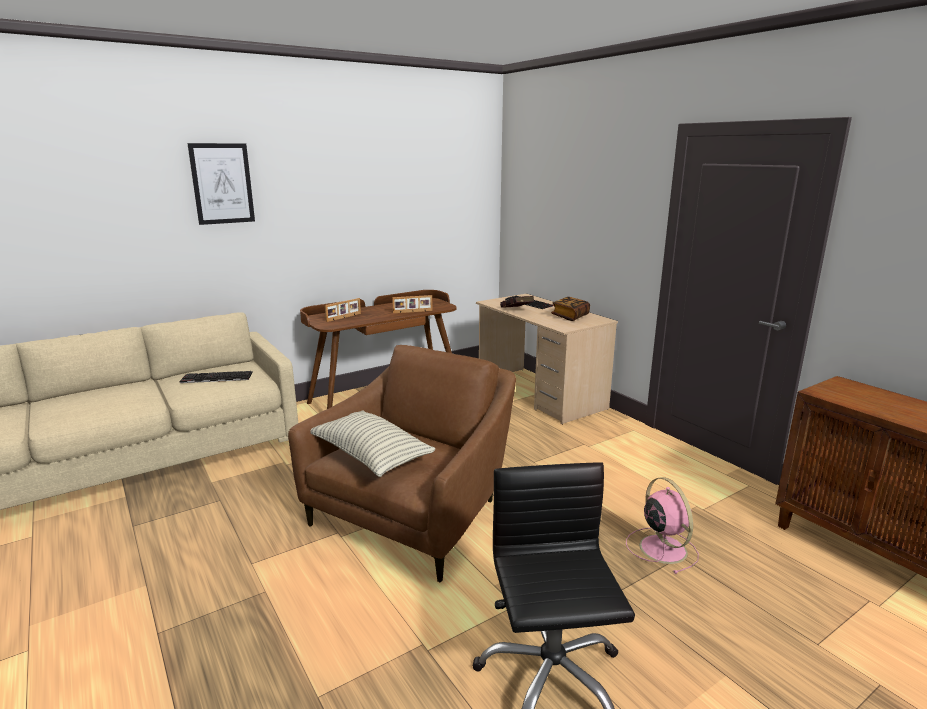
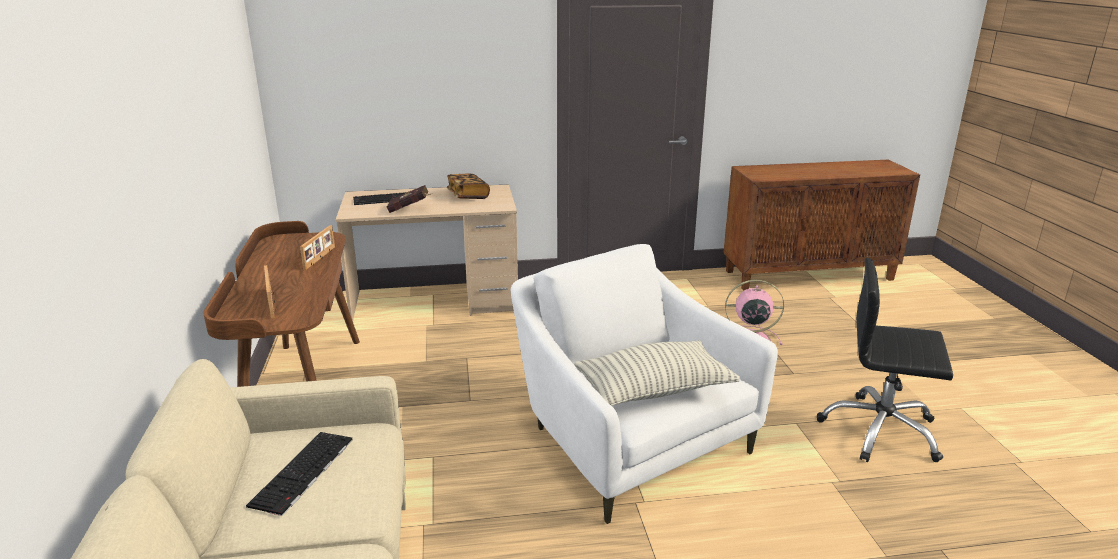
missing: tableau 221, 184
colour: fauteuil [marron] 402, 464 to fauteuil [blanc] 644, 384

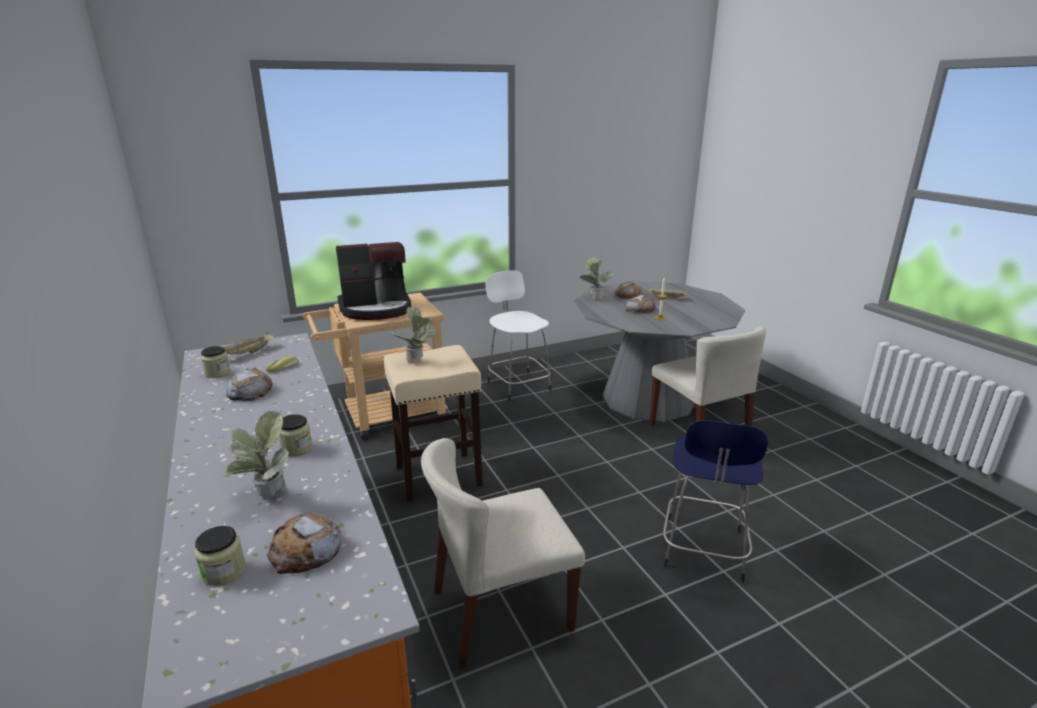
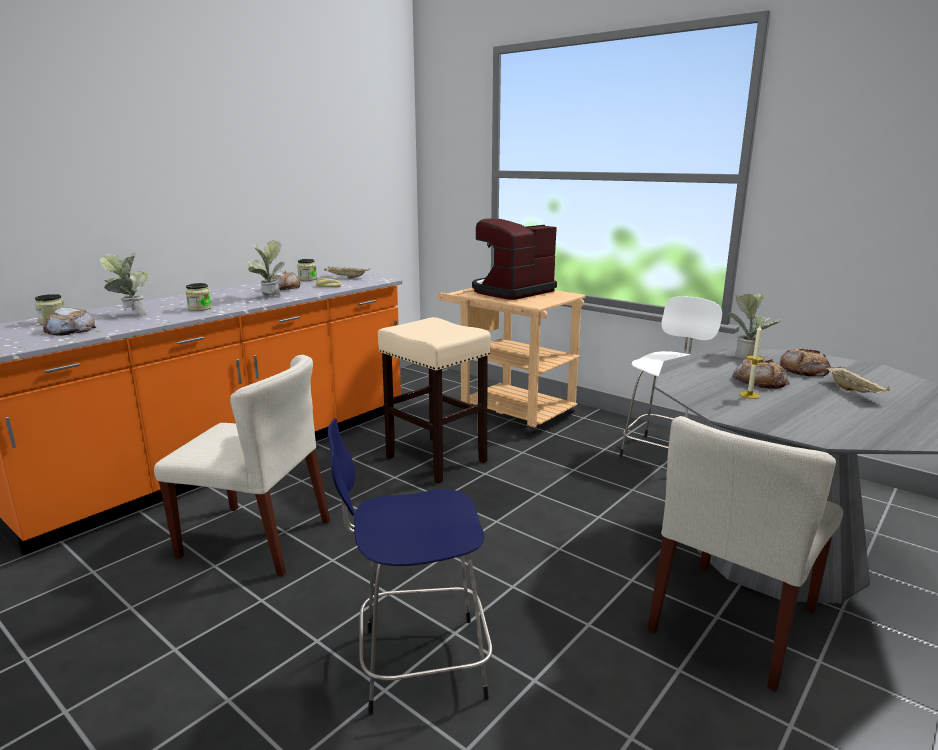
relocated: plante en pot 414, 334 to 266, 268
spun: machine à café 373, 281 = 514, 259 90 degrees clockwise; chaise [beige] 503, 553 = 242, 466 150 degrees clockwise

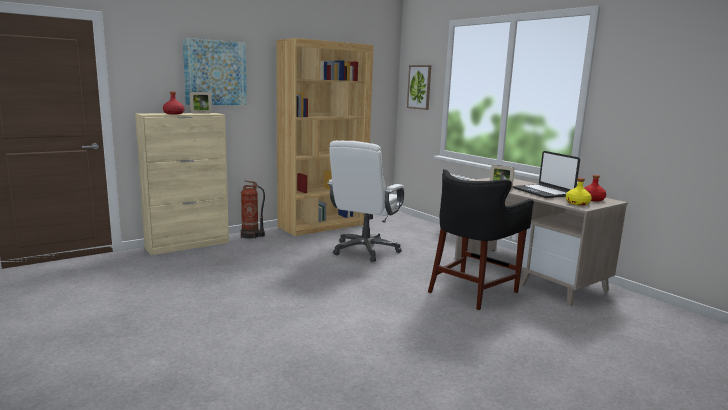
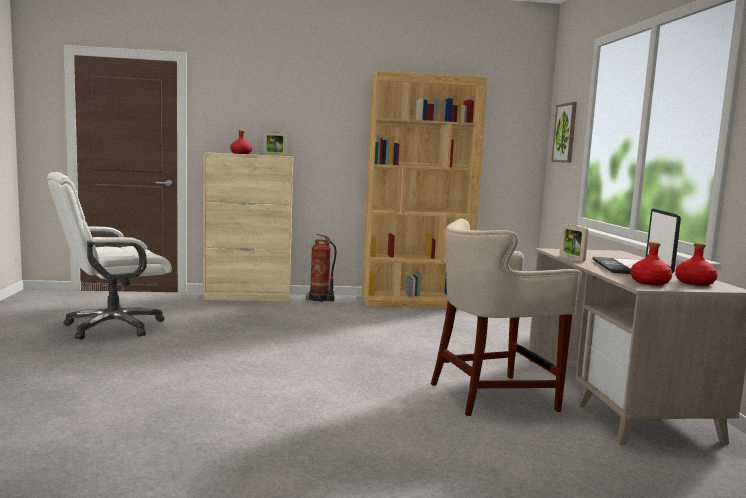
missing: tableau 214, 71
relocated: chaise de bureau [blanc] 366, 201 to 109, 256
colour: tabouret [noir] 481, 239 to tabouret [beige] 506, 317; bouteille [jaune] 579, 191 to bouteille [rouge] 651, 264

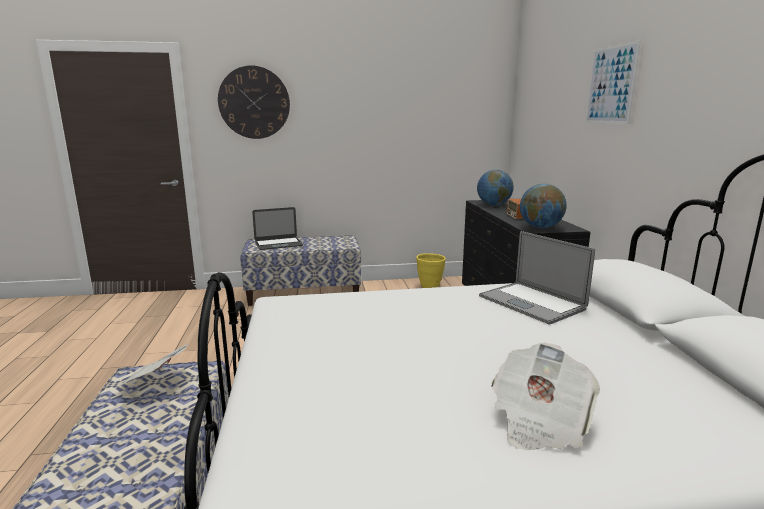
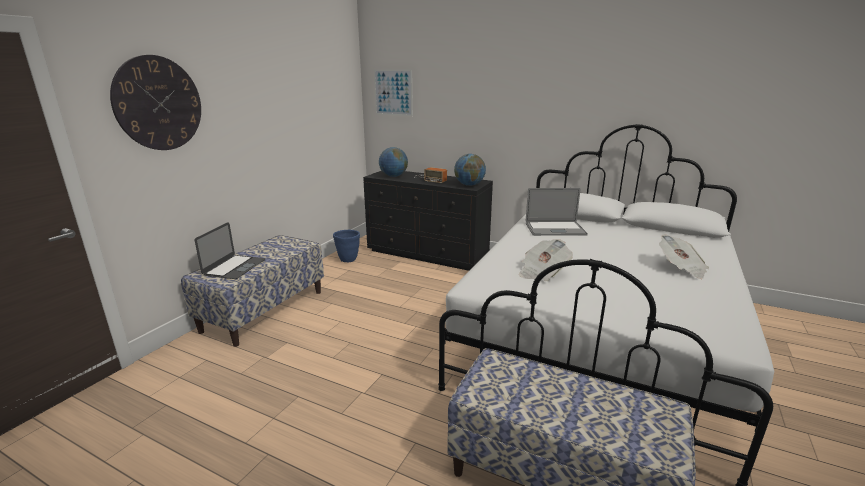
relocated: journal 152, 365 to 546, 260; tableau 613, 82 to 393, 92
colour: cache-pot [jaune] 431, 270 to cache-pot [bleu] 346, 246

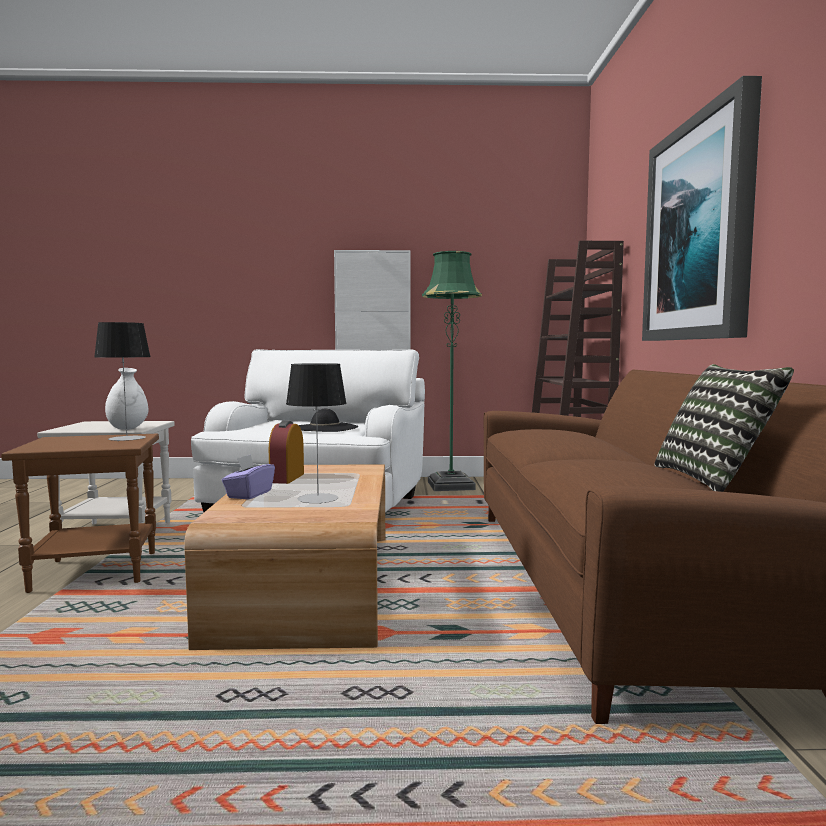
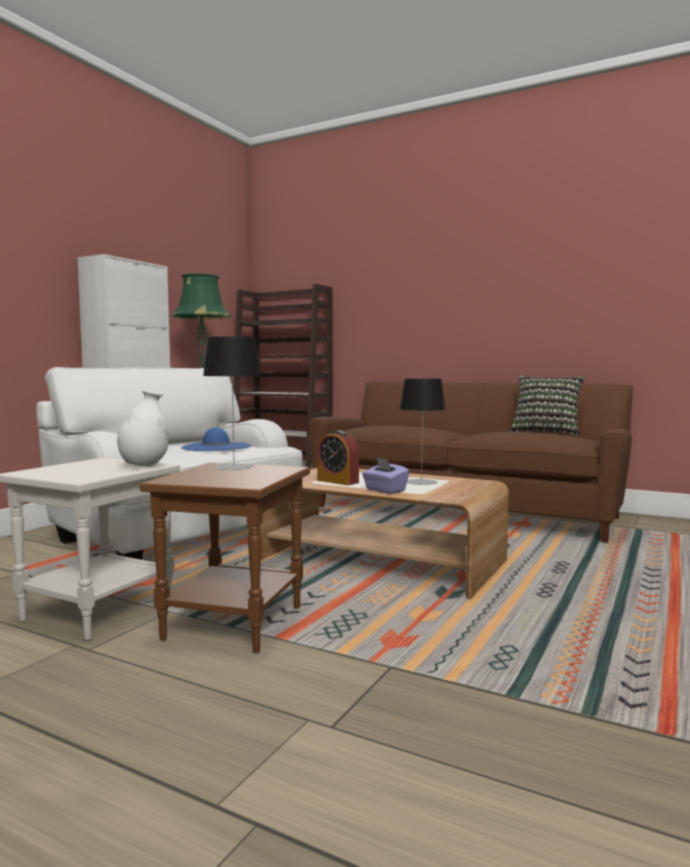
missing: tableau 702, 208
colour: chapeau [noir] 329, 420 to chapeau [bleu] 216, 439

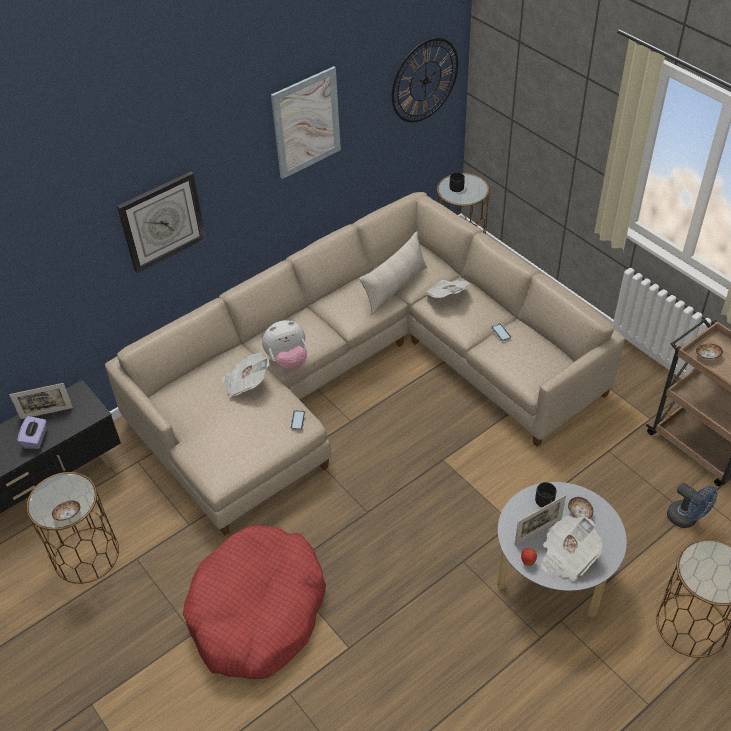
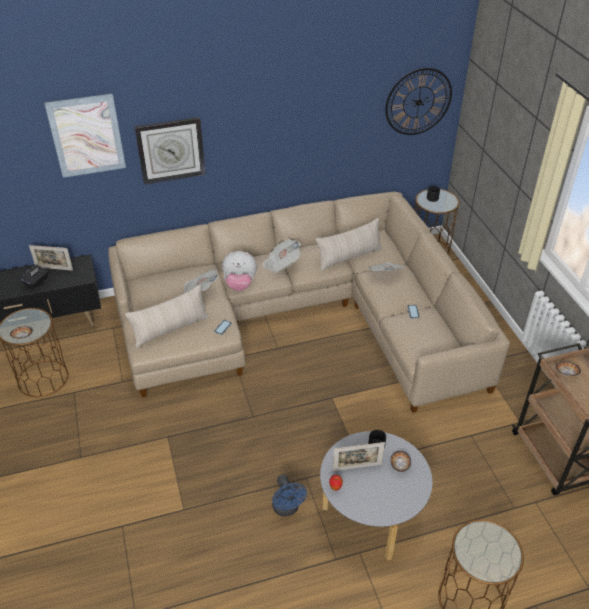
missing: panier pour chien [rouge] 254, 602
appeared: coussin [beige] 167, 316
relocated: tableau 306, 122 to 85, 136; journal 572, 548 to 281, 256; ventilateur [bleu] 692, 505 to 289, 495
colour: boîte à mouchoirs [violet] 32, 432 to boîte à mouchoirs [noir] 34, 277

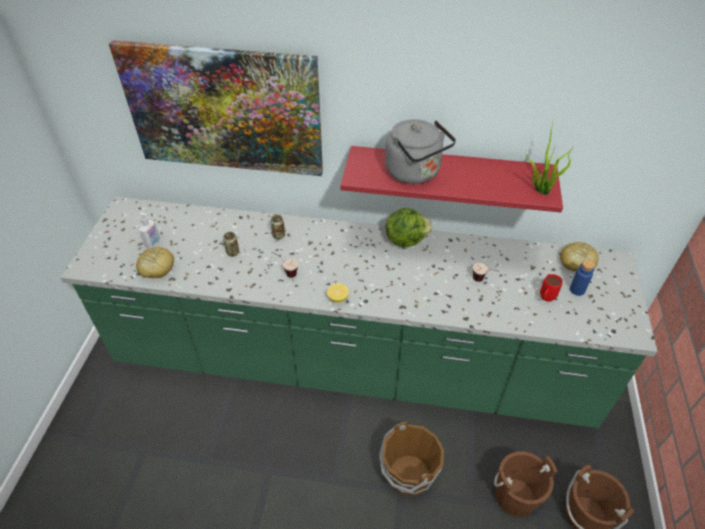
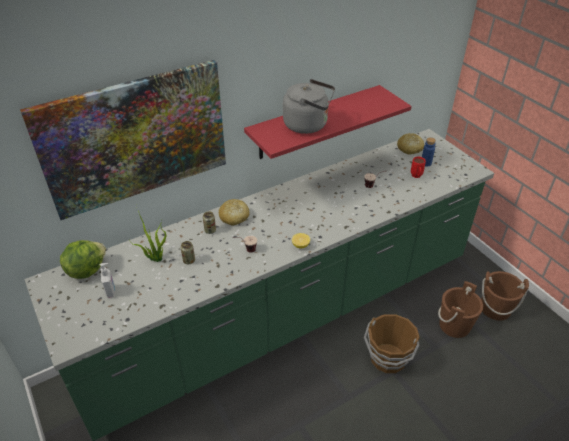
relocated: pain 155, 262 to 234, 212; laitue 409, 227 to 83, 259; plante en pot 549, 156 to 148, 236

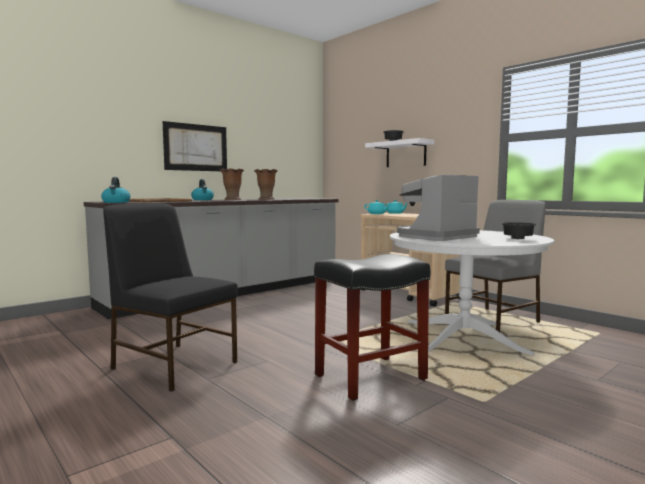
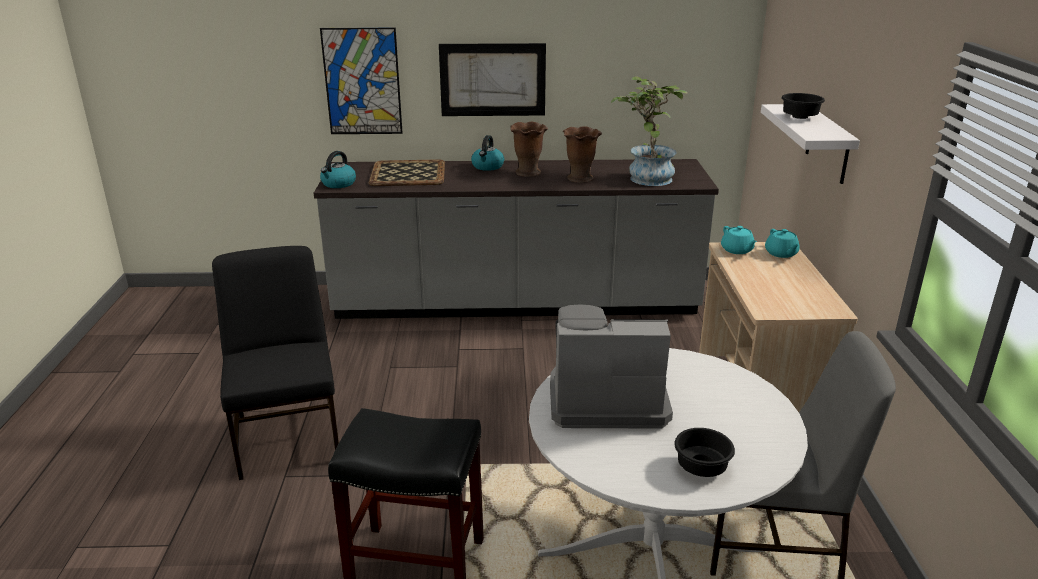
appeared: tableau 361, 81; plante en pot 649, 131

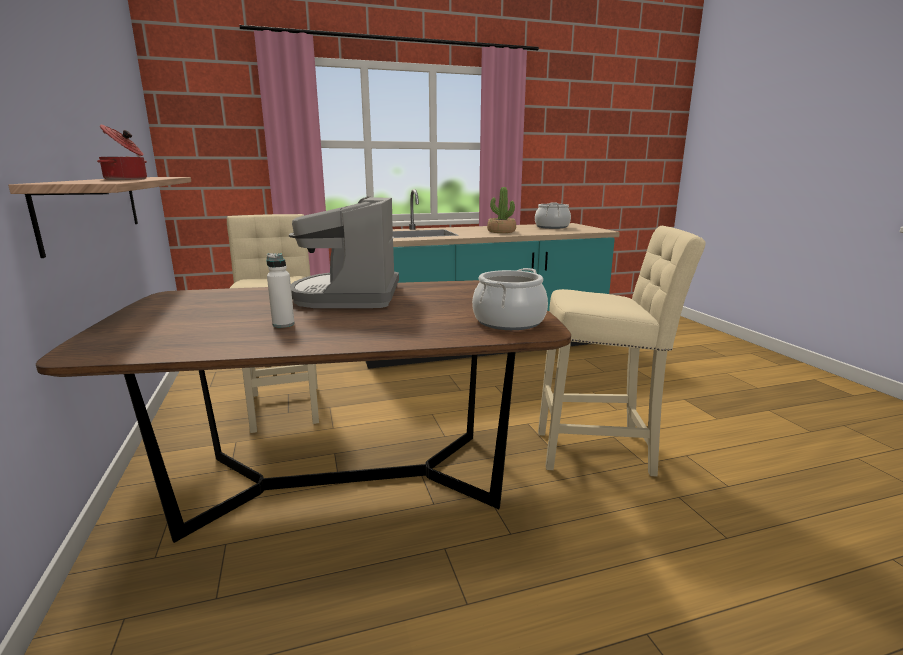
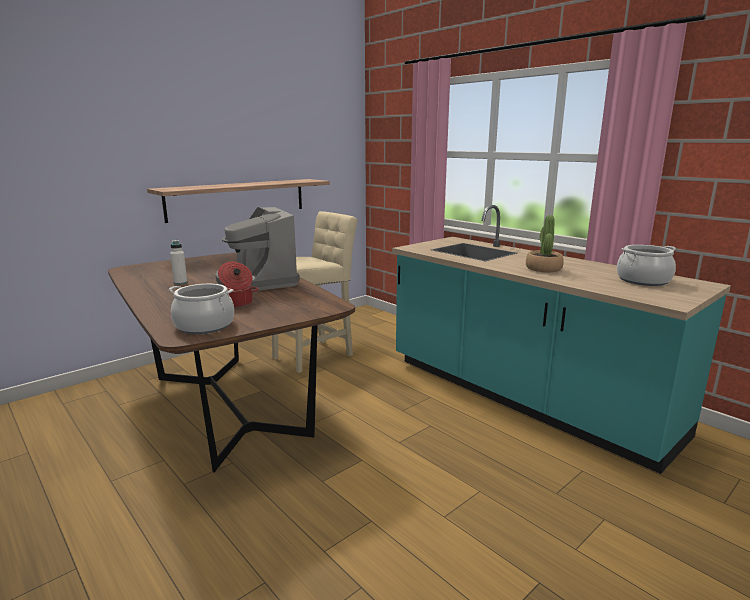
missing: tabouret [beige] 622, 351
relocated: marmite 122, 152 to 238, 285
spun: machine à café 344, 252 = 258, 249 90 degrees counterclockwise

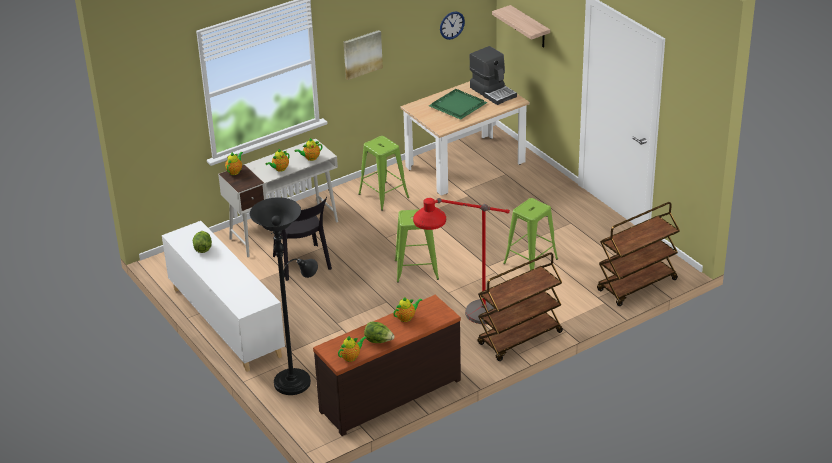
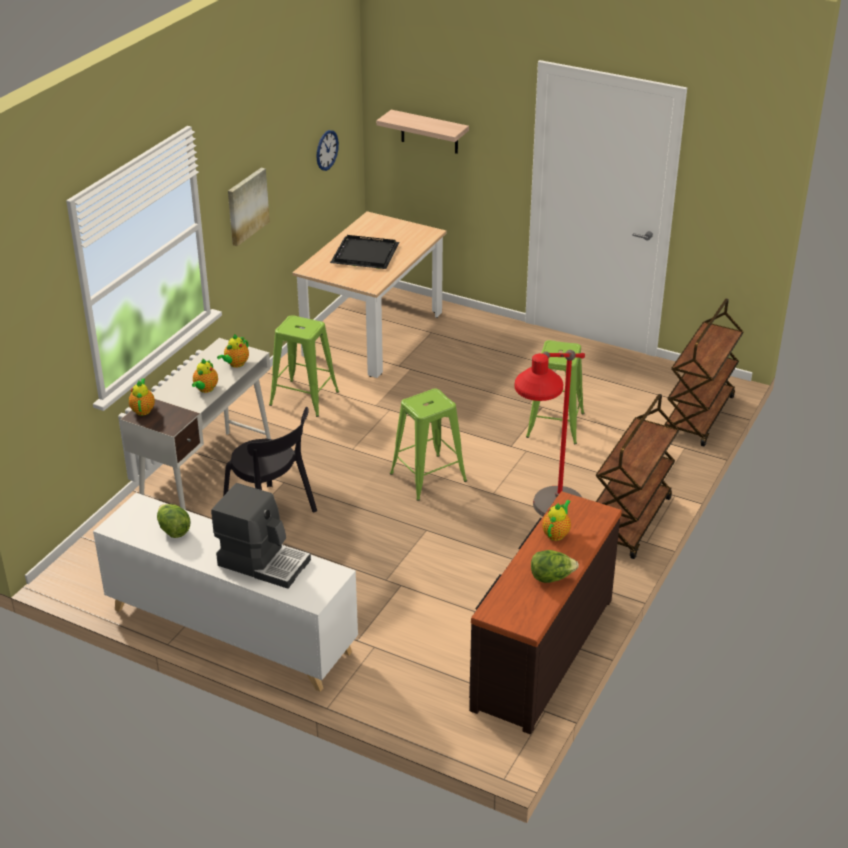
missing: lampadaire [noir] 284, 296; théière 352, 349
relocated: machine à café 493, 75 to 261, 536
colour: plateau [vert] 458, 104 to plateau [noir] 364, 252

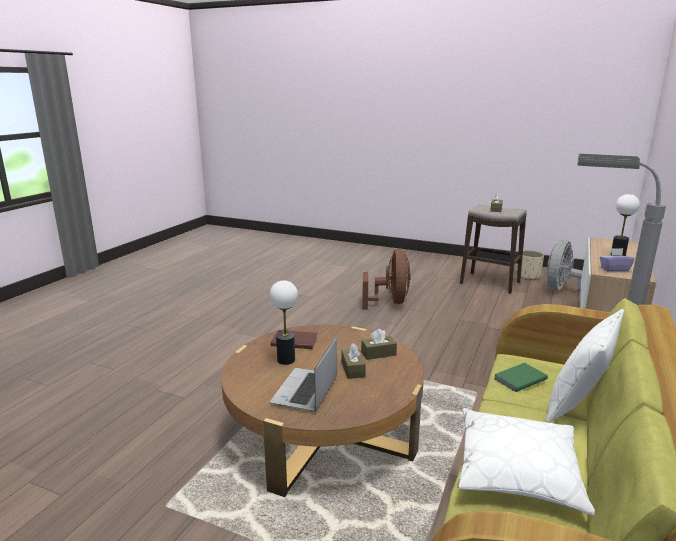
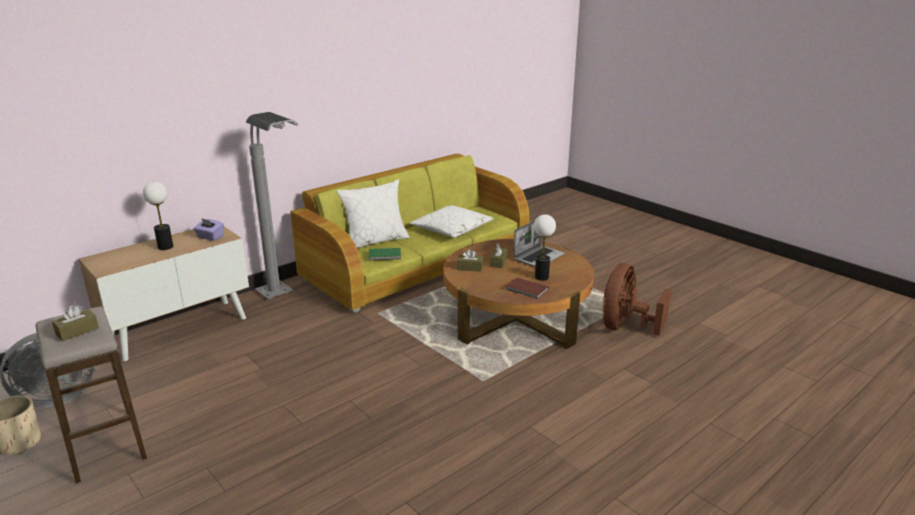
relocated: ventilateur [marron] 386, 279 to 636, 299

